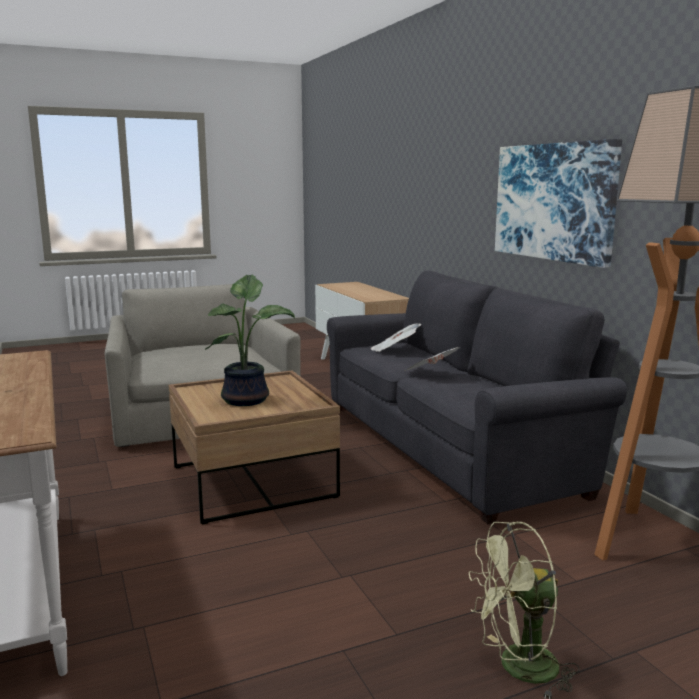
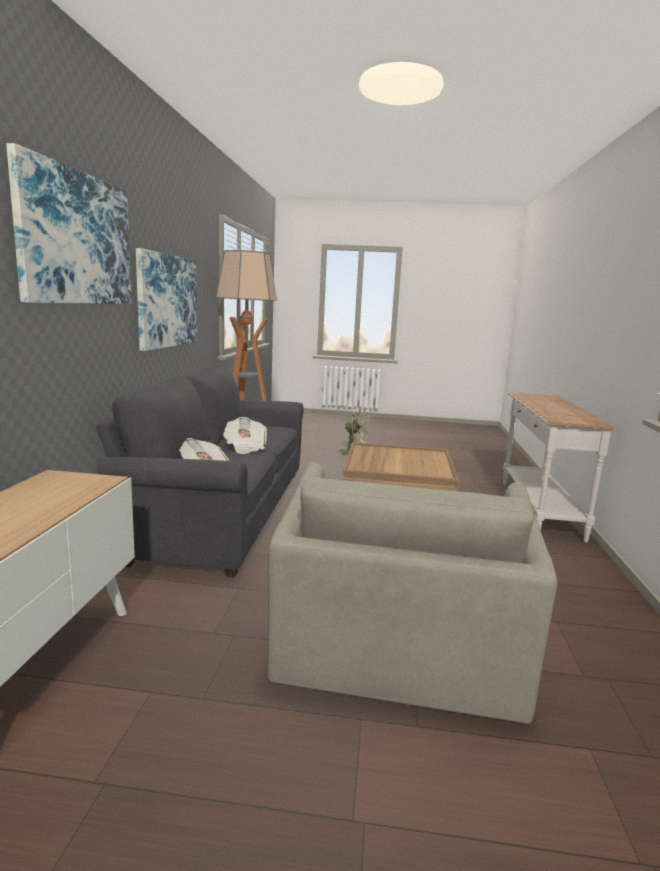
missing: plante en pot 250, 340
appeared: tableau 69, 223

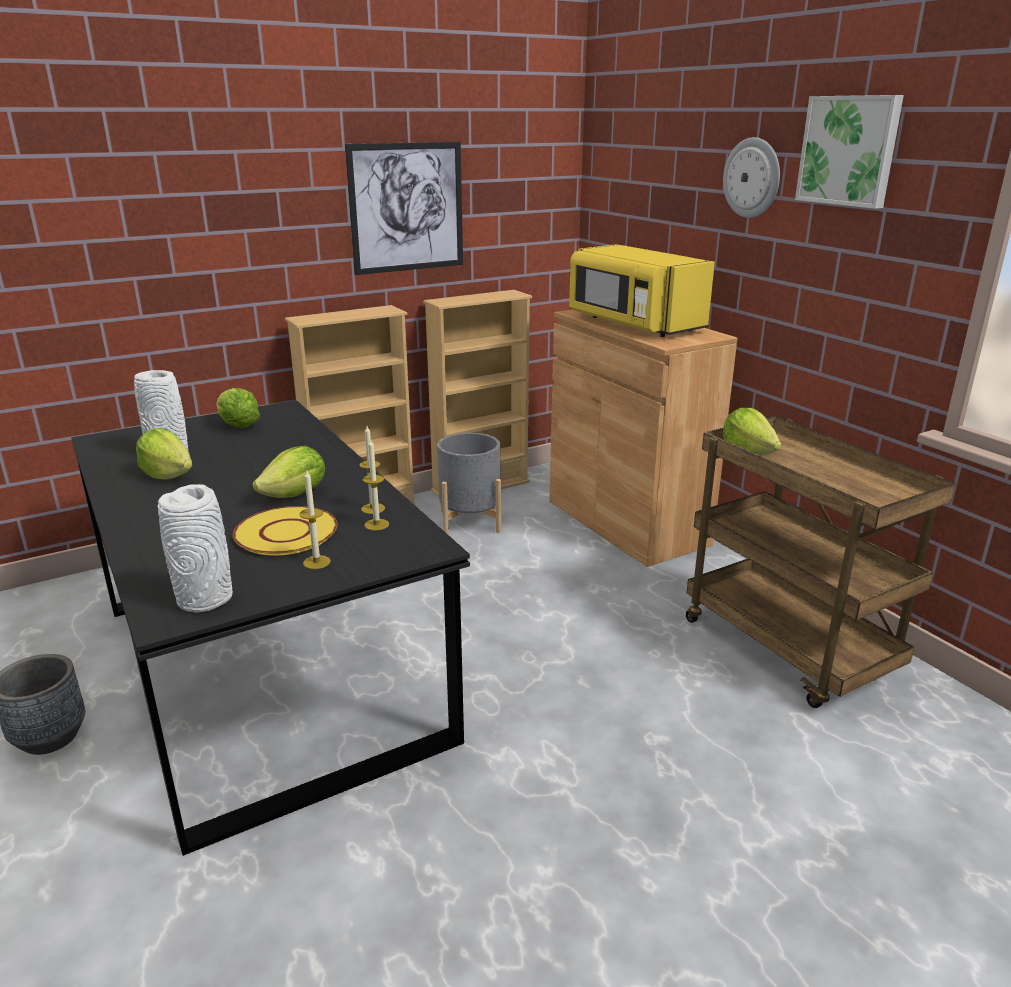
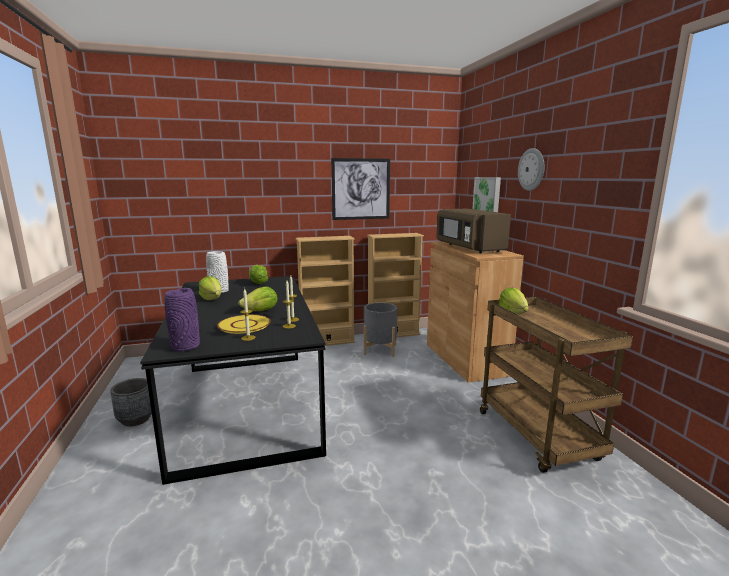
relocated: tableau 849, 152 to 486, 194
colour: vase [blanc] 195, 548 to vase [violet] 182, 319; micro-ondes [jaune] 642, 290 to micro-ondes [marron] 473, 231

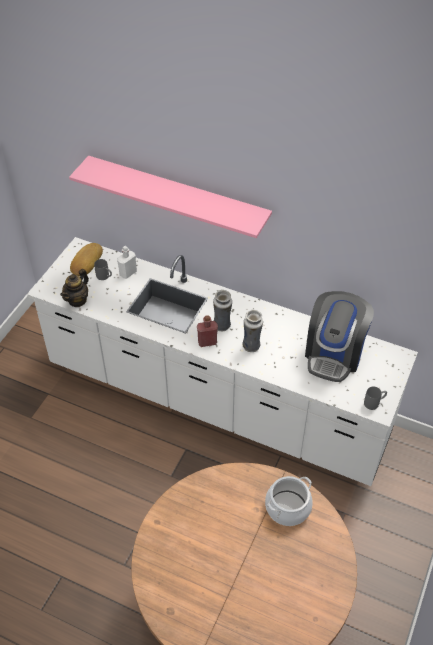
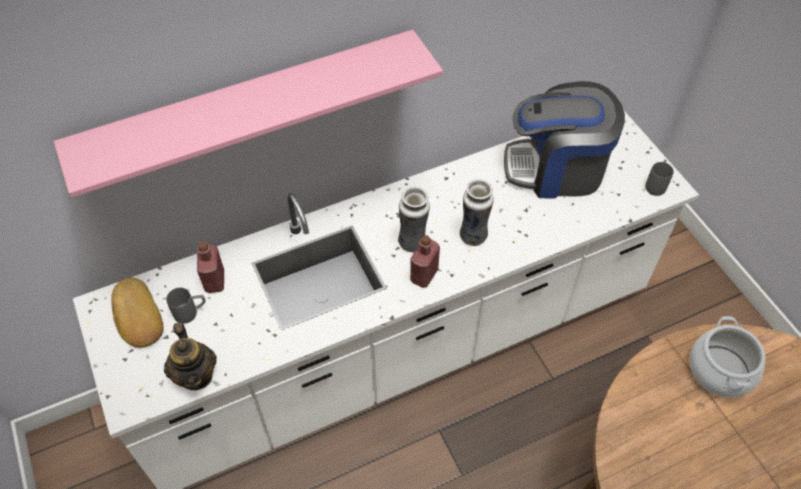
colour: bouteille [blanc] 127, 262 to bouteille [rouge] 210, 267
spun: machine à café 339, 336 = 564, 140 120 degrees clockwise

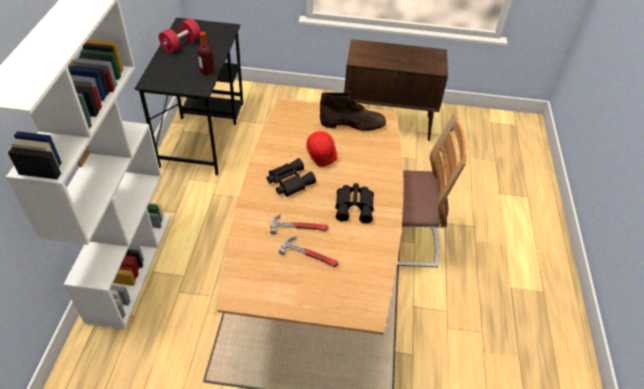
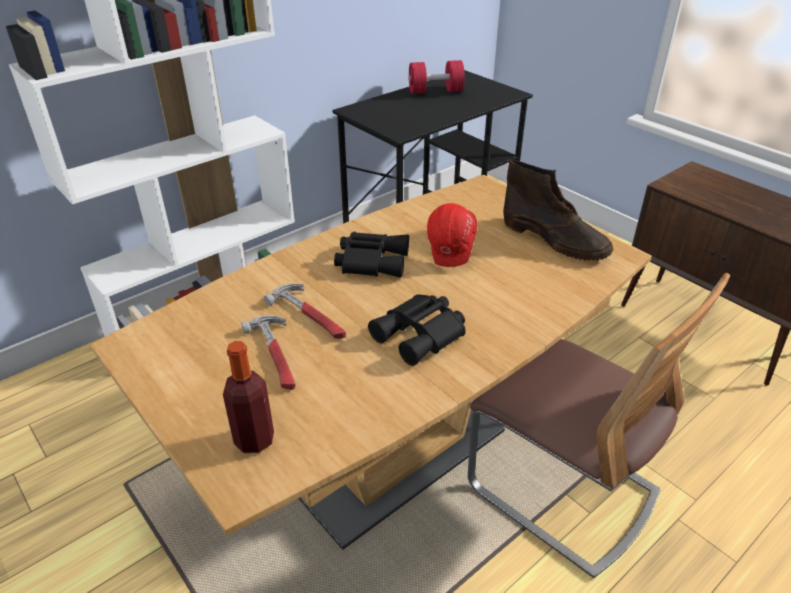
relocated: bouteille 206, 54 to 248, 397

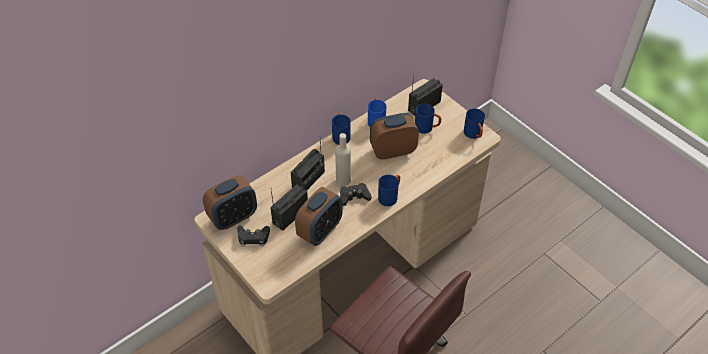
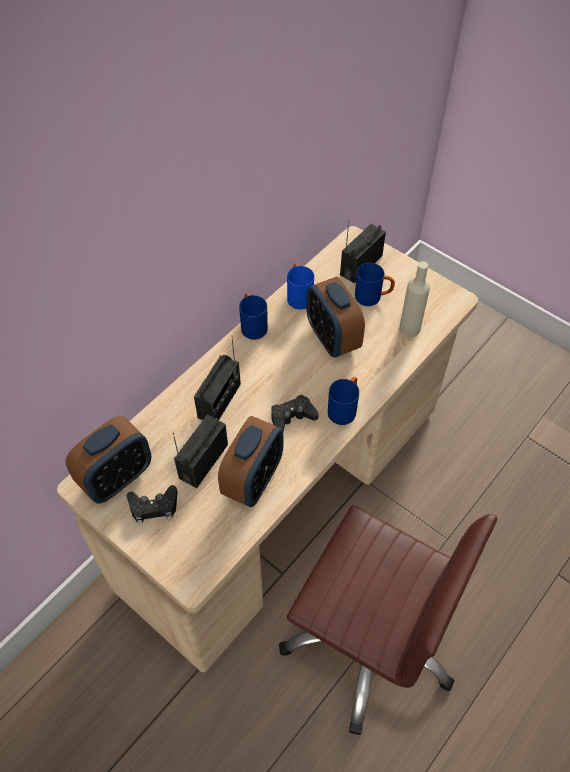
missing: mug [bleu] 474, 123
relocated: bouteille [beige] 343, 159 to 414, 299
spun: réveil 394, 136 = 335, 317 90 degrees counterclockwise

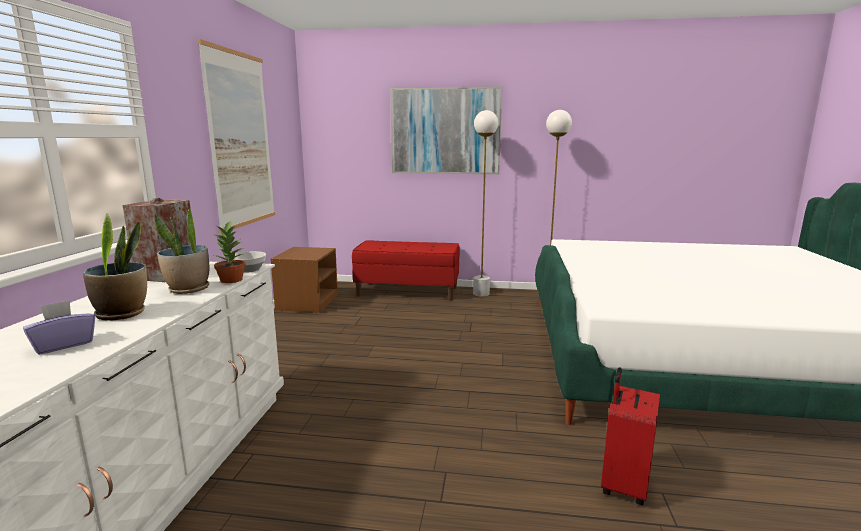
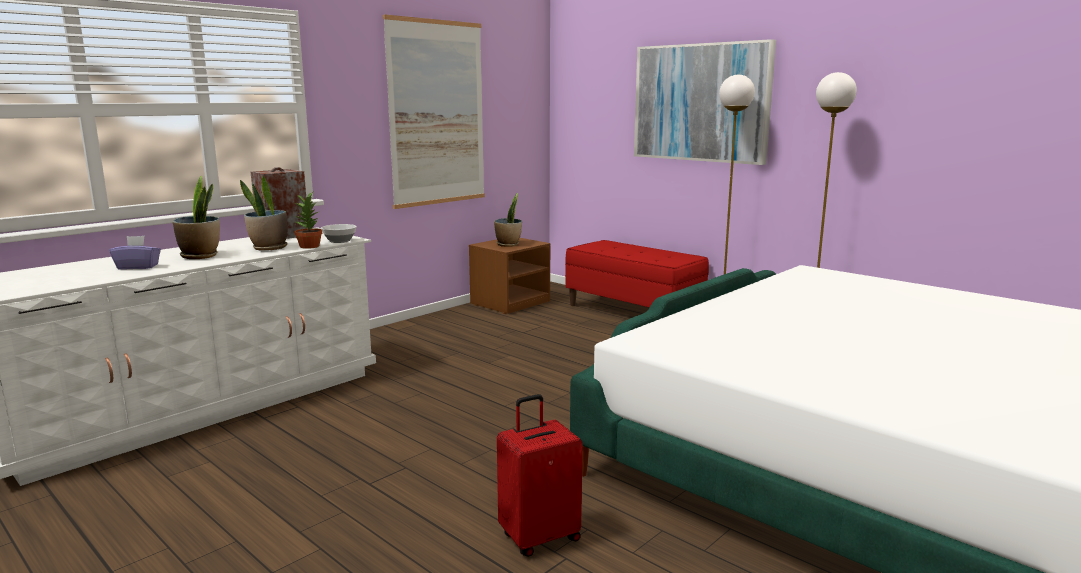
appeared: plante en pot 508, 220

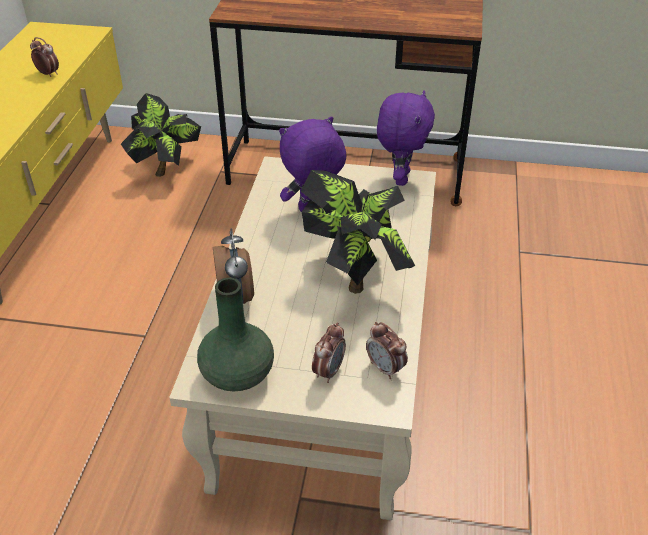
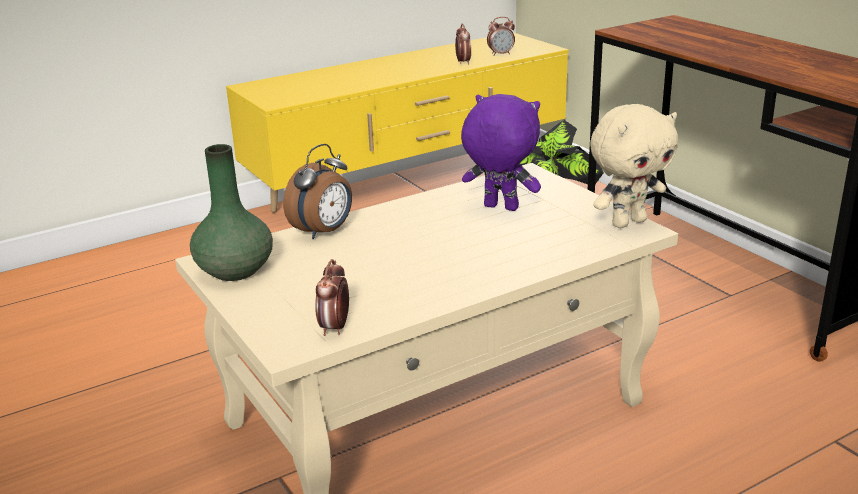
missing: plante en pot 358, 232
relocated: réveil 329, 353 to 501, 36
colour: peluche [violet] 406, 138 to peluche [beige] 634, 166

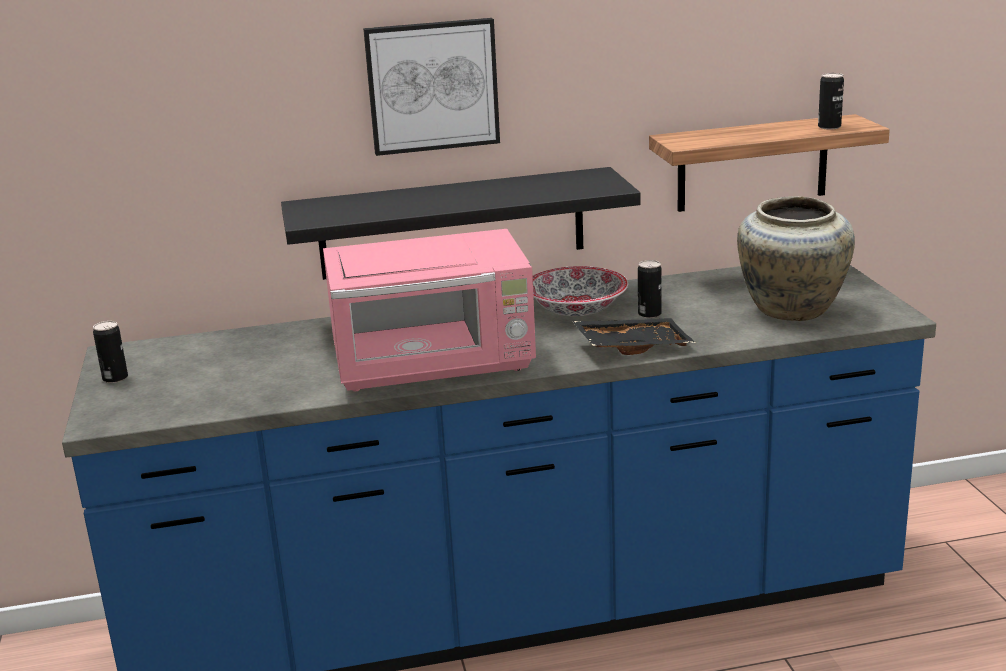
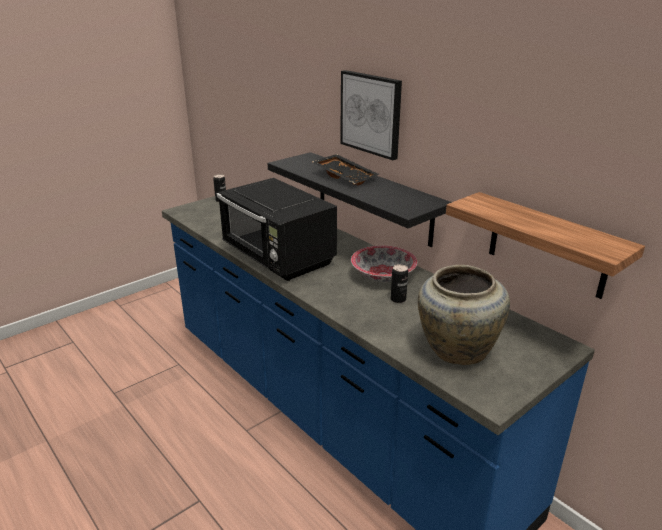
missing: boîte métallique 831, 101
relocated: plateau [noir] 634, 336 to 345, 169
colour: micro-ondes [rose] 429, 310 to micro-ondes [noir] 277, 229

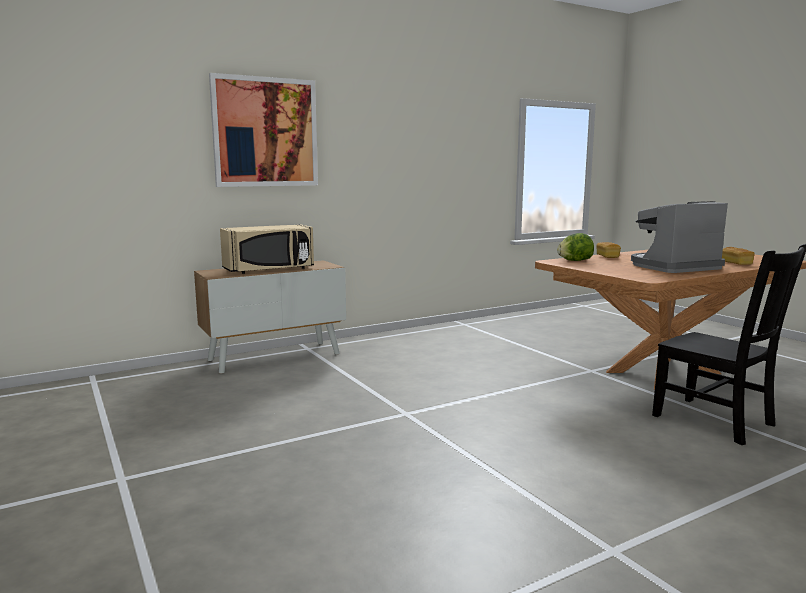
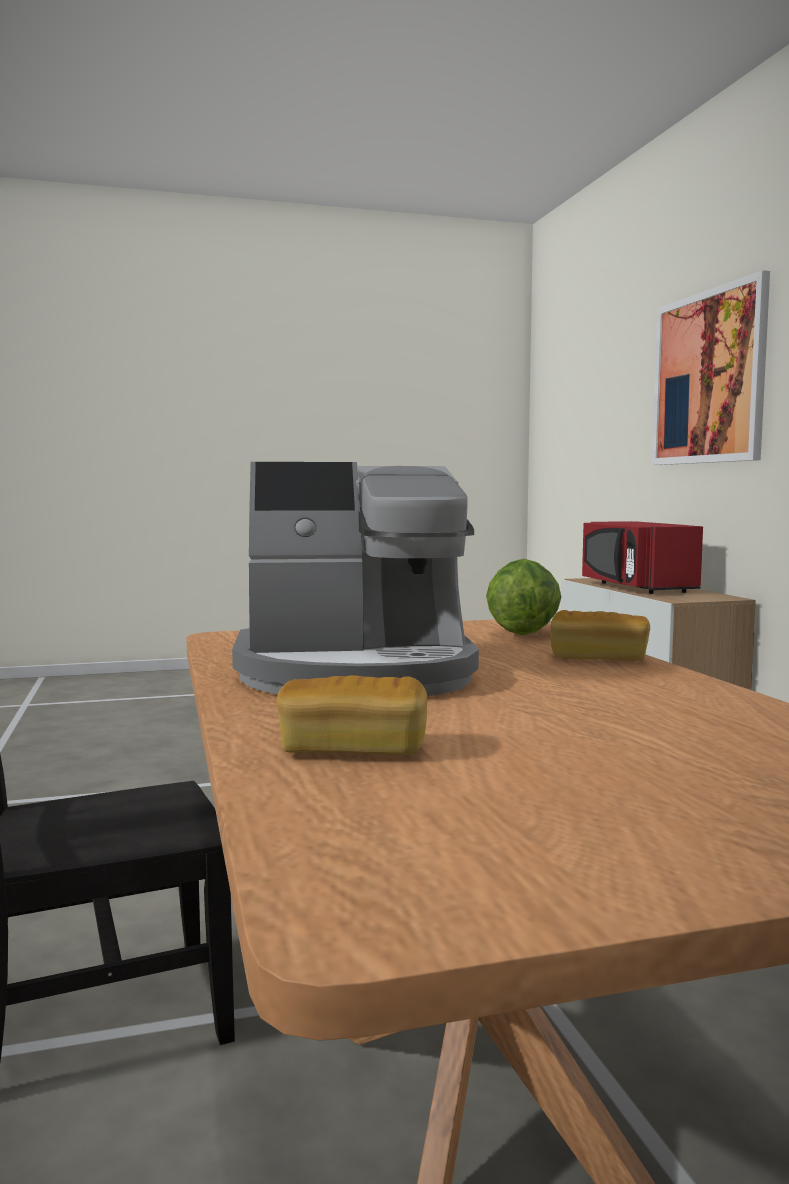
colour: micro-ondes [beige] 267, 249 to micro-ondes [rouge] 642, 557
spun: machine à café 679, 237 = 355, 579 90 degrees clockwise

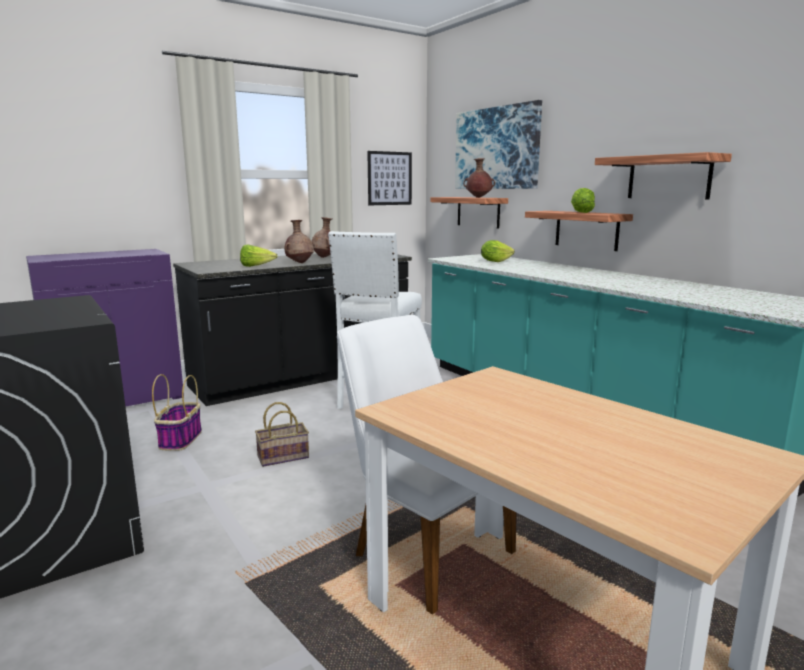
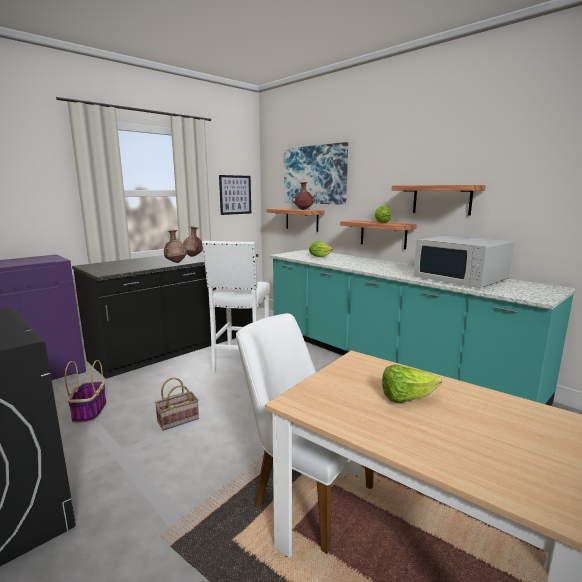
appeared: micro-ondes [blanc] 464, 261
relocated: laitue 259, 255 to 412, 383

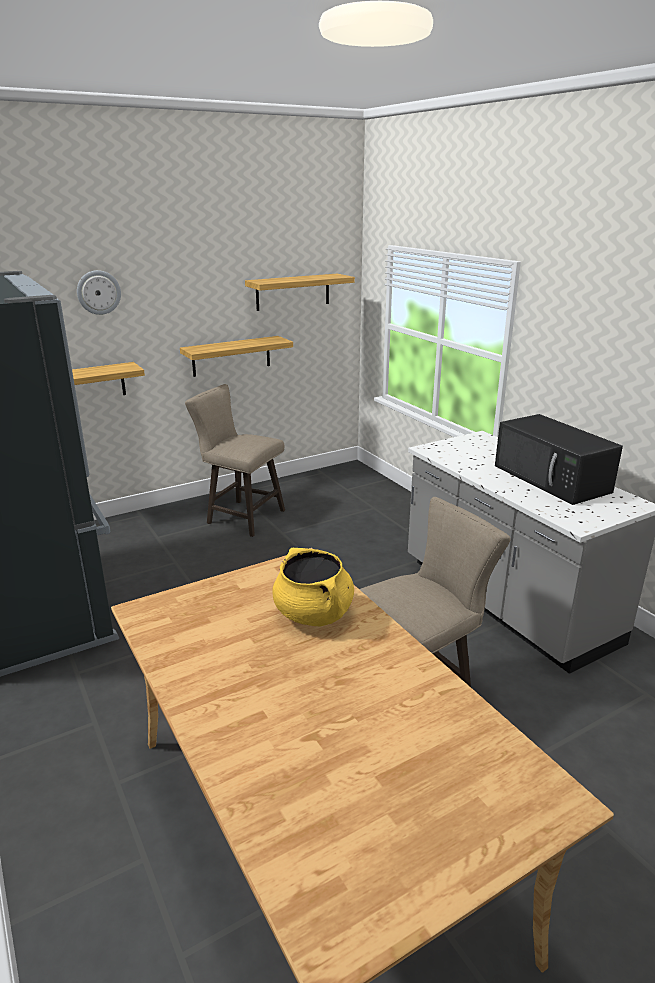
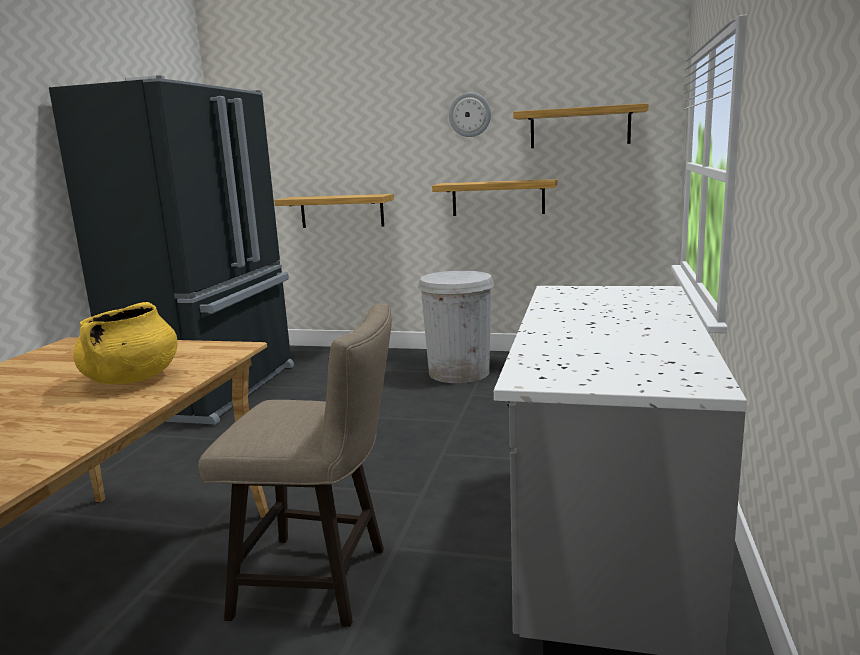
missing: micro-ondes [noir] 559, 459
relocated: horloge murale 99, 292 to 470, 114
exchanged: tabouret [beige] 235, 460 to poubelle [blanc] 456, 327

